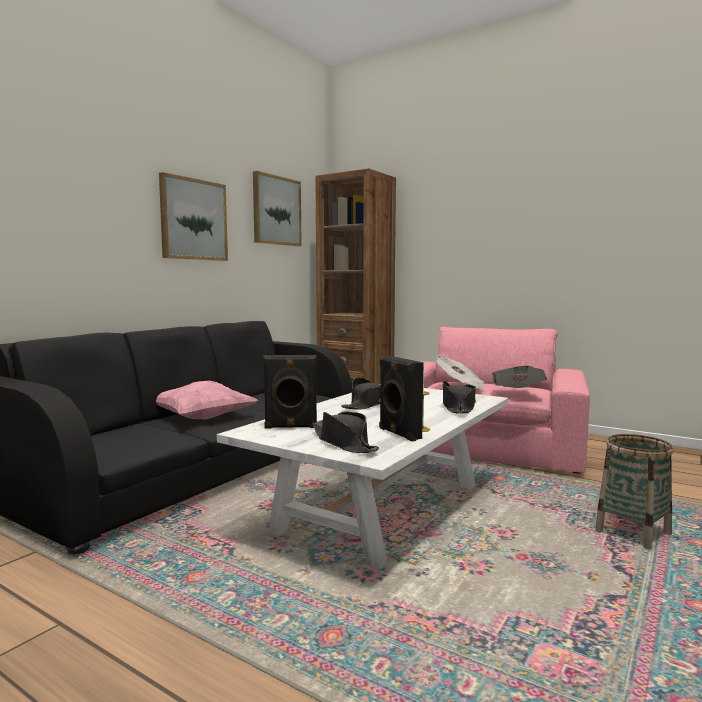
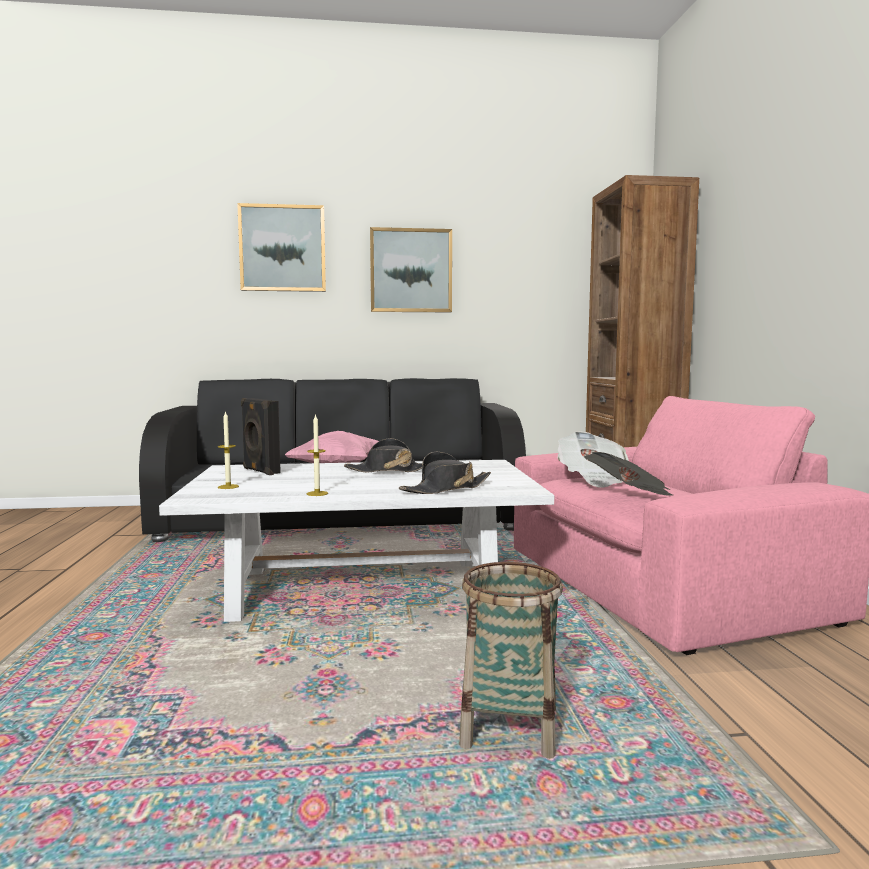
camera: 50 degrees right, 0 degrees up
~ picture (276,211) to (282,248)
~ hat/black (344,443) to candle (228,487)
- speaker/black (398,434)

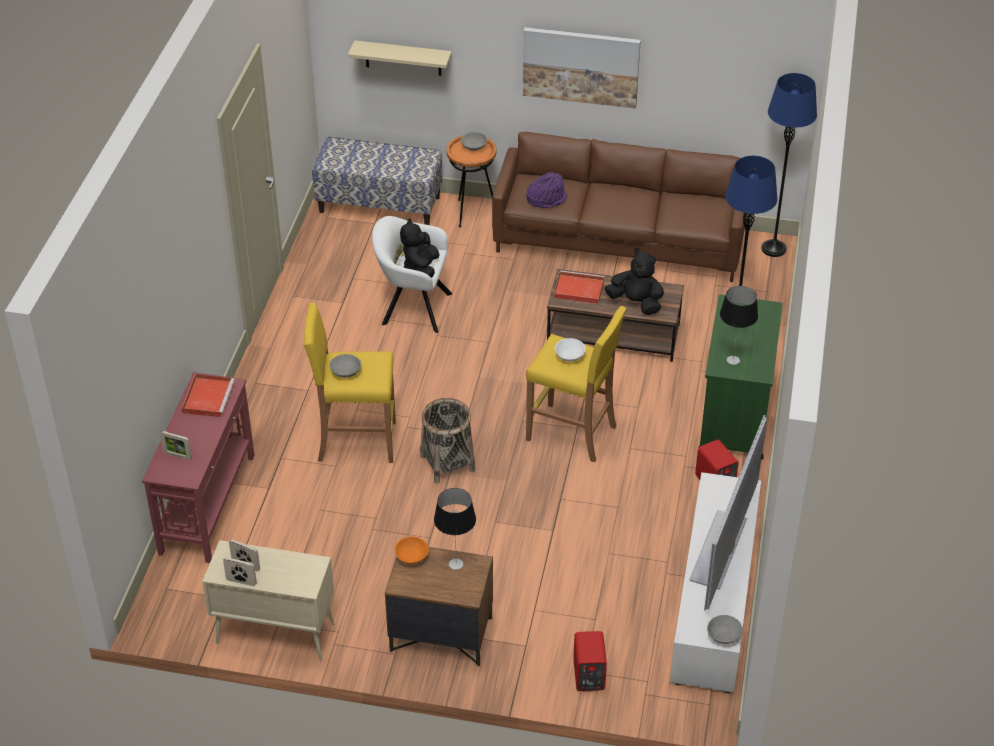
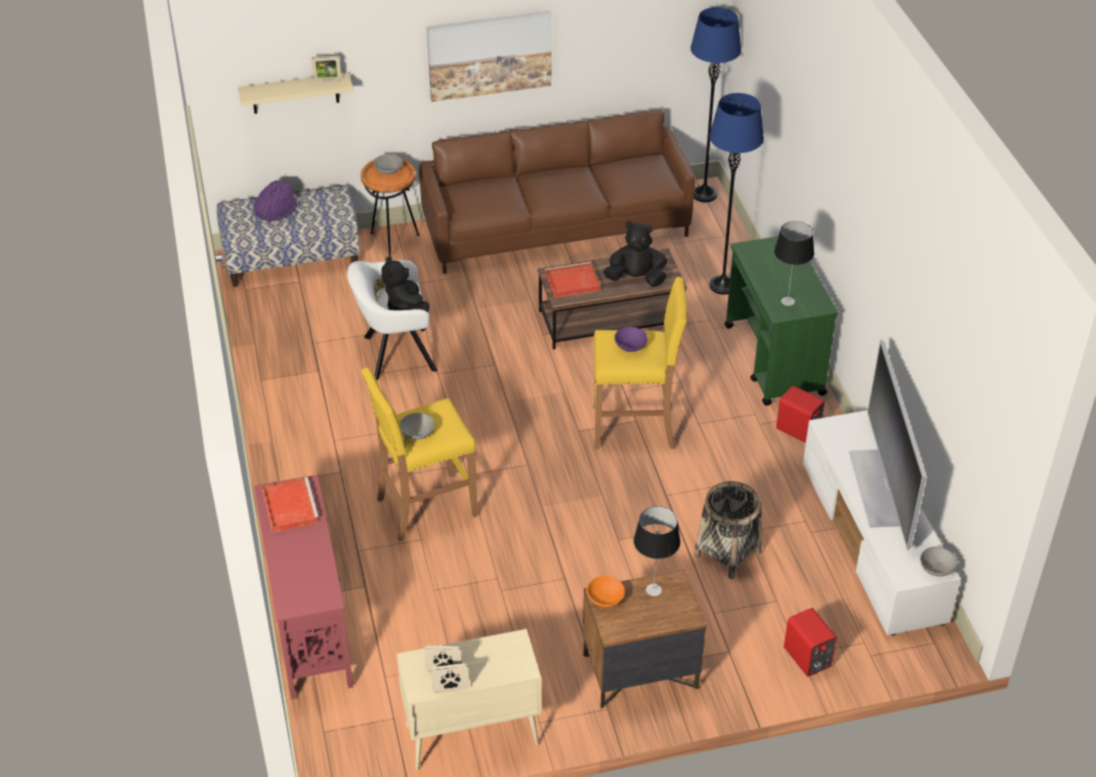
camera: 25 degrees left, 0 degrees up
~ picture frame (177,456) to (327,80)
~ basket (447,463) to (727,553)
~ hat/purple (546,199) to (276,210)
~ bowl/white (569,356) to bowl/purple (630,346)

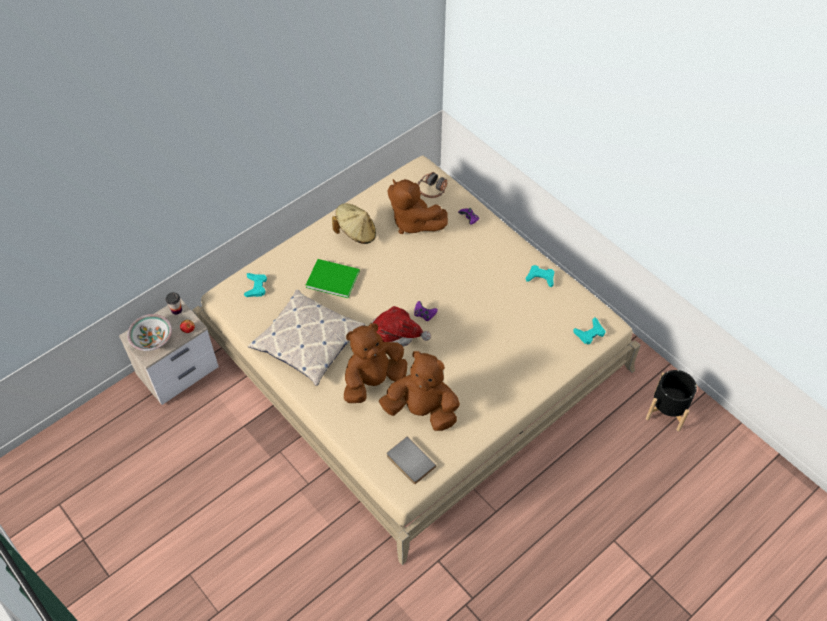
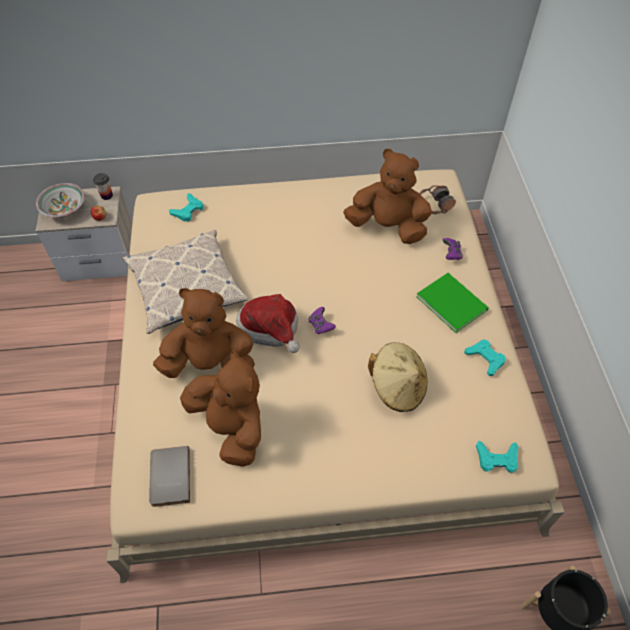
camera: 35 degrees right, 0 degrees up
~ book/green (332,278) to (451,301)
~ hat/beige (356,233) to (397,387)
~ plush toy/brown (413,222) = (388,227) 120 degrees clockwise

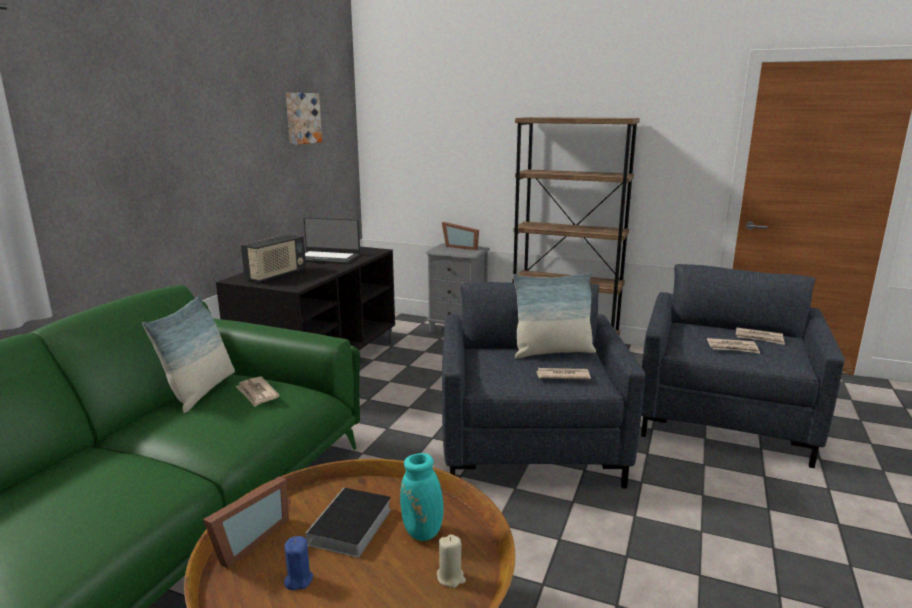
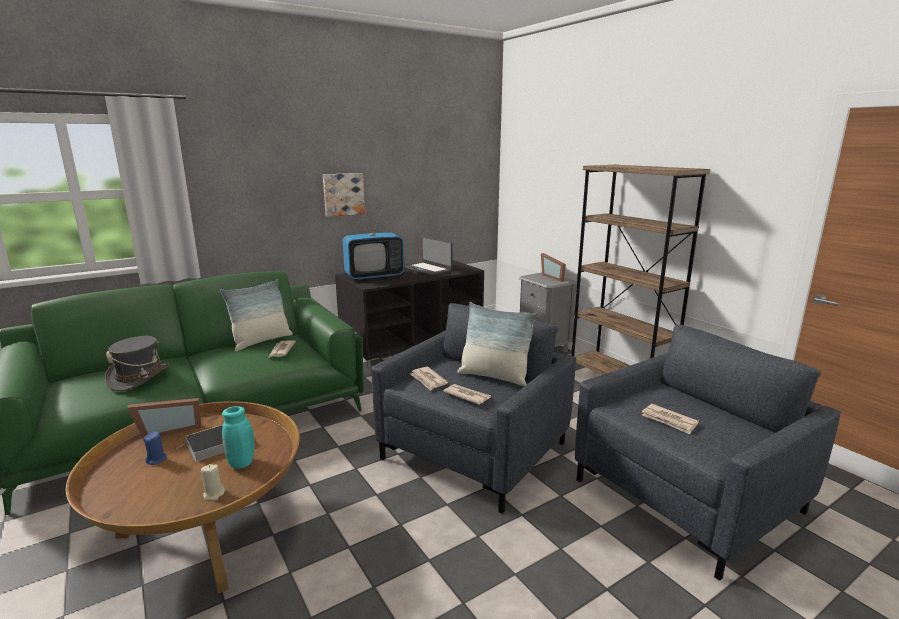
camera: 35 degrees right, 0 degrees up
~ radio (276,275) to television (374,276)
~ picture (302,118) to (343,194)
~ newspaper (759,338) to (428,380)
+ hat/grey (140,377)

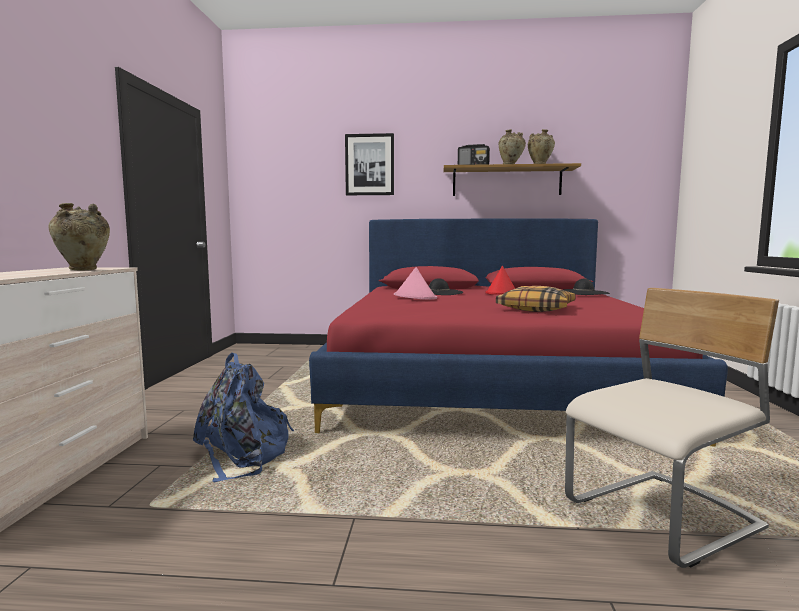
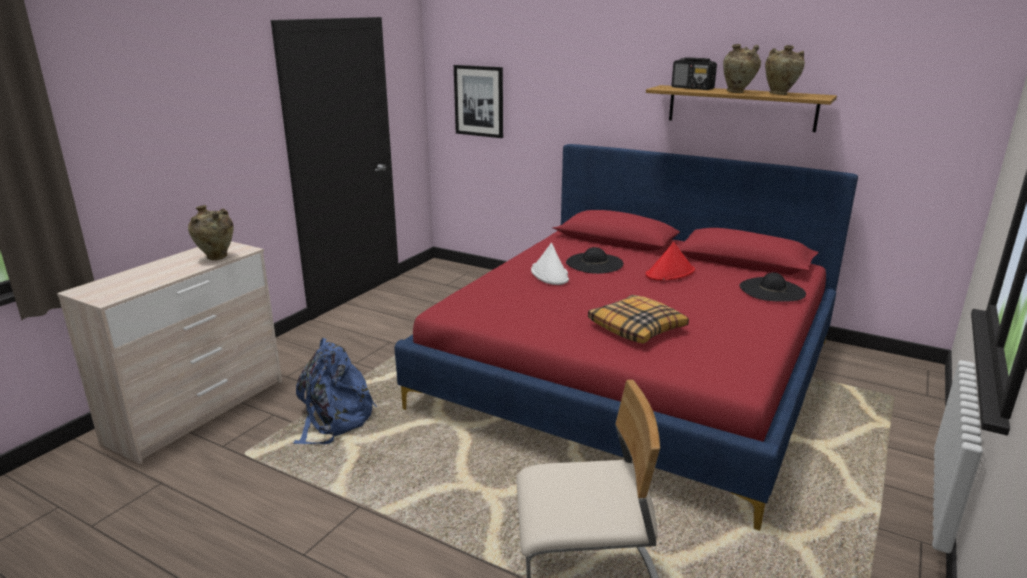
camera: 25 degrees right, 15 degrees up
~ picture (369,165) to (479,101)
~ hat/pink (415,297) to hat/white (550,274)

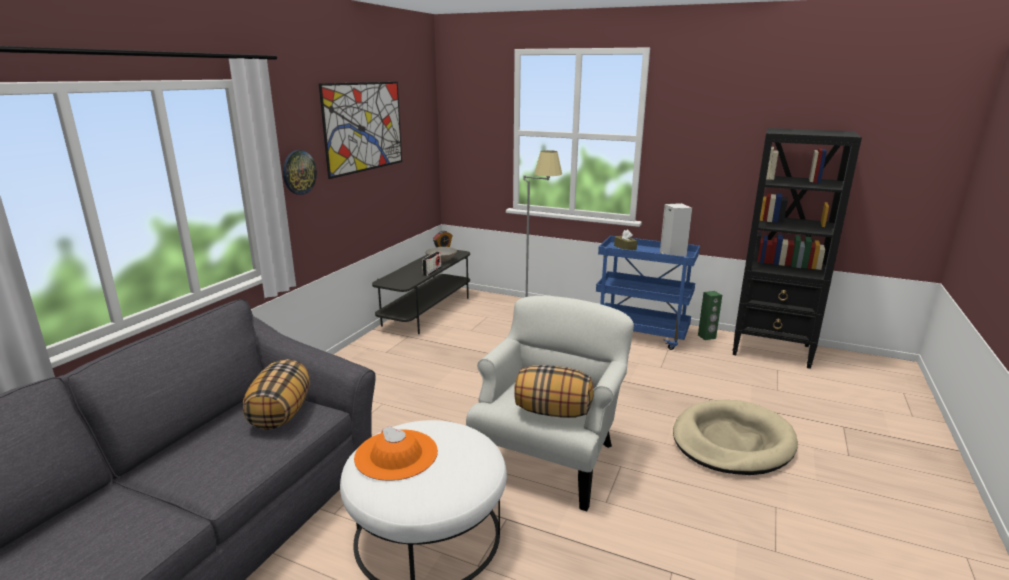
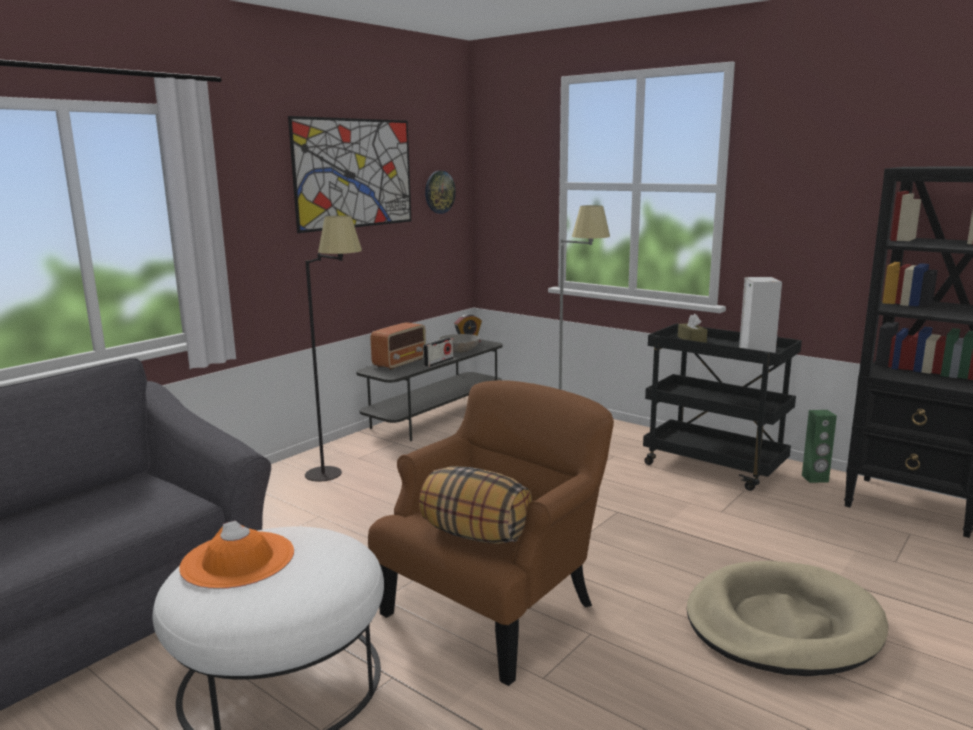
camera: 15 degrees right, 5 degrees down
- pillow (280,414)
~ wall clock (299,172) to (439,192)
~ armchair/white (549,457) to armchair/brown (495,608)
~ cart/blue (641,334) to cart/black (715,467)
+ floor lamp/black (340,472)
+ radio (400,363)

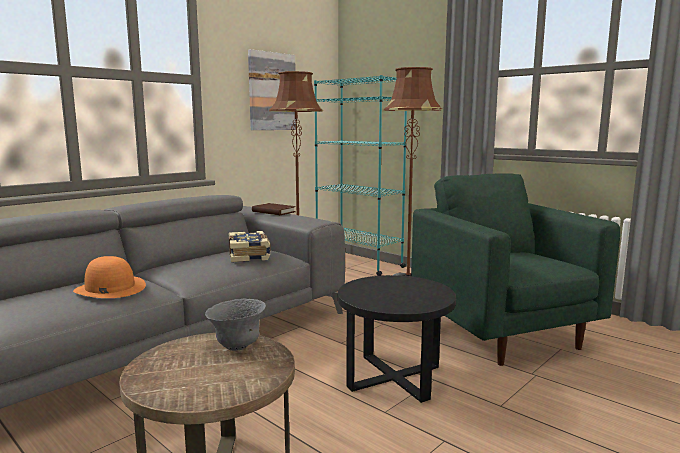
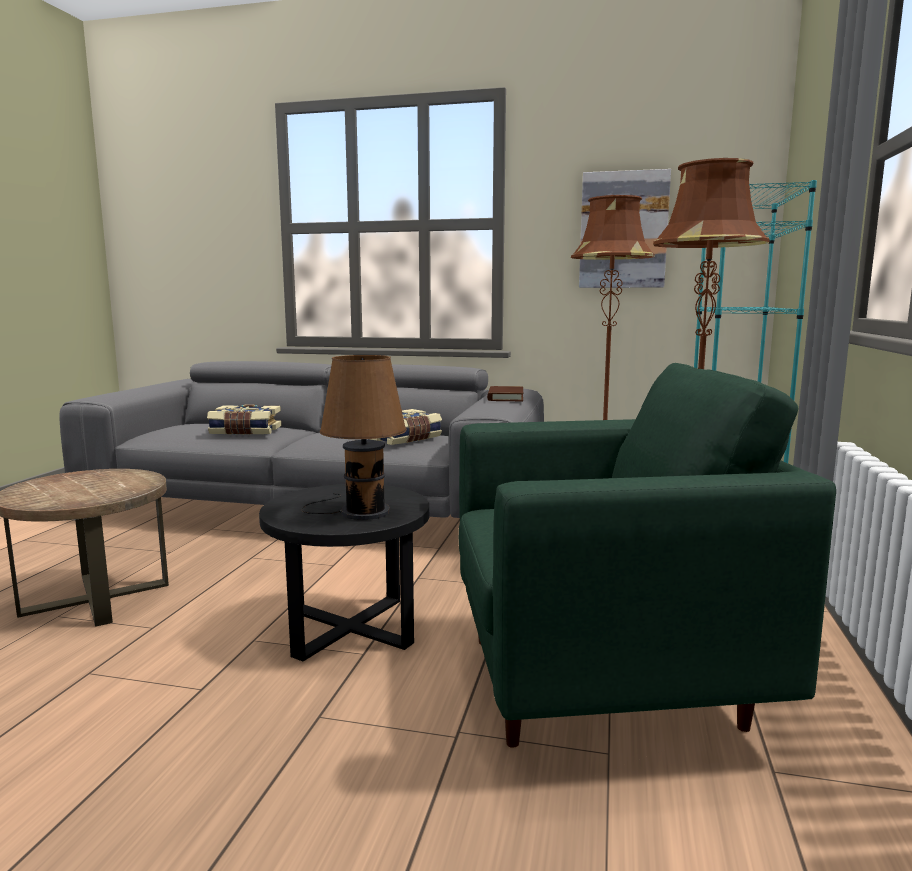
camera: 60 degrees right, 0 degrees up
~ hat/orange (110,288) to book (245,432)
- bowl/grey (237,346)
~ armchair/green (502,333) = (603,681) 45 degrees clockwise
+ table lamp/brown (360,511)

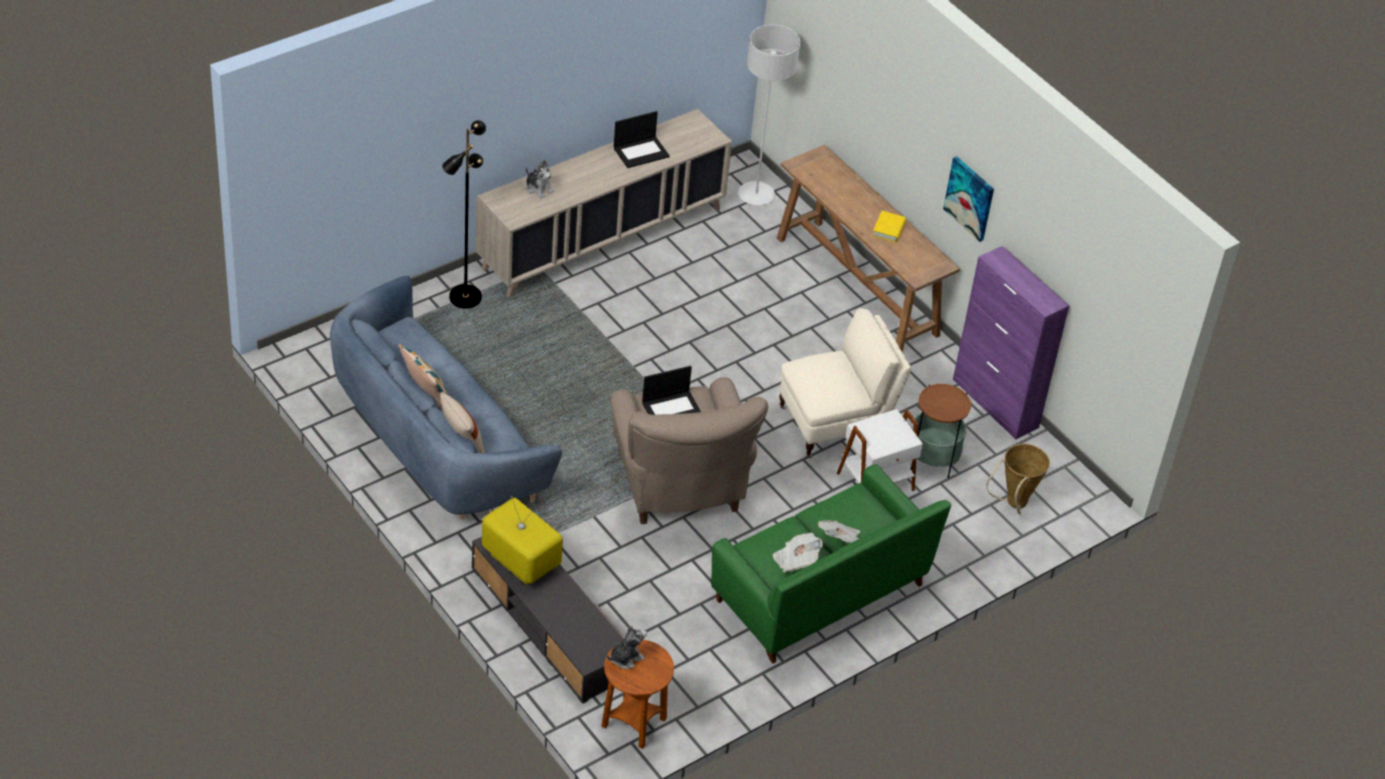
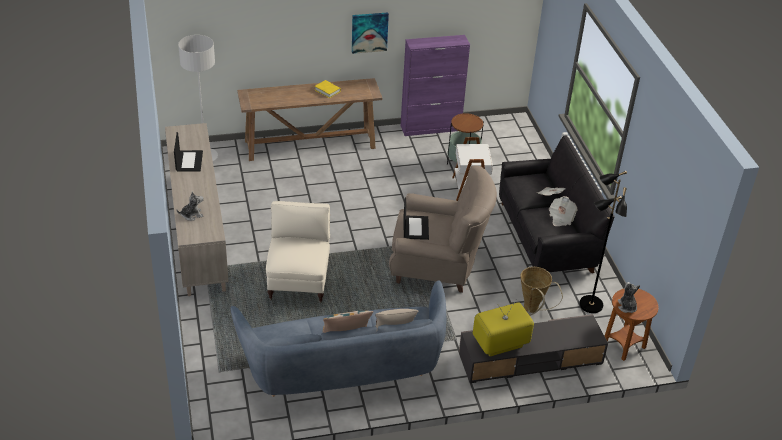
camera: 65 degrees left, 5 degrees down
~ floor lamp/black (464,297) to (590,305)
~ sofa/green (819,593) to sofa/black (546,237)
~ armchair/beige (836,424) to (299,280)
~ basket (1013,504) to (532,310)

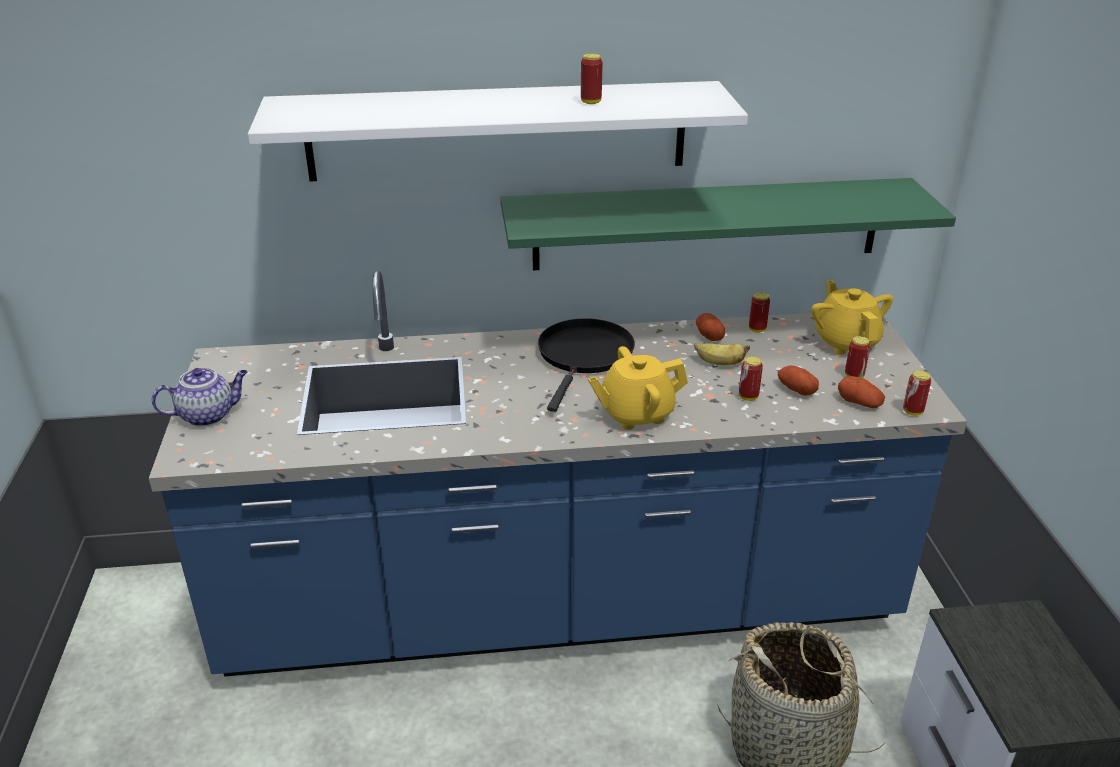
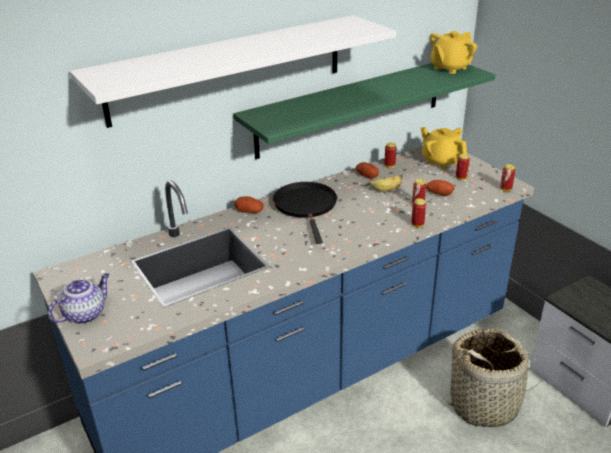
camera: 25 degrees left, 0 degrees up
~ can (591,102) to (417,225)
~ teapot/yellow (636,414) to (450,68)
~ potato (859,402) to (249,211)

